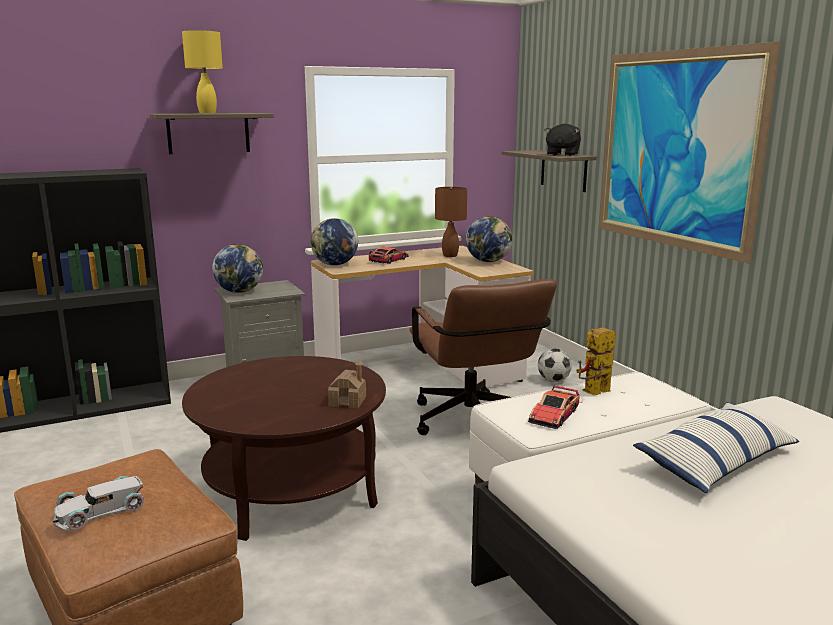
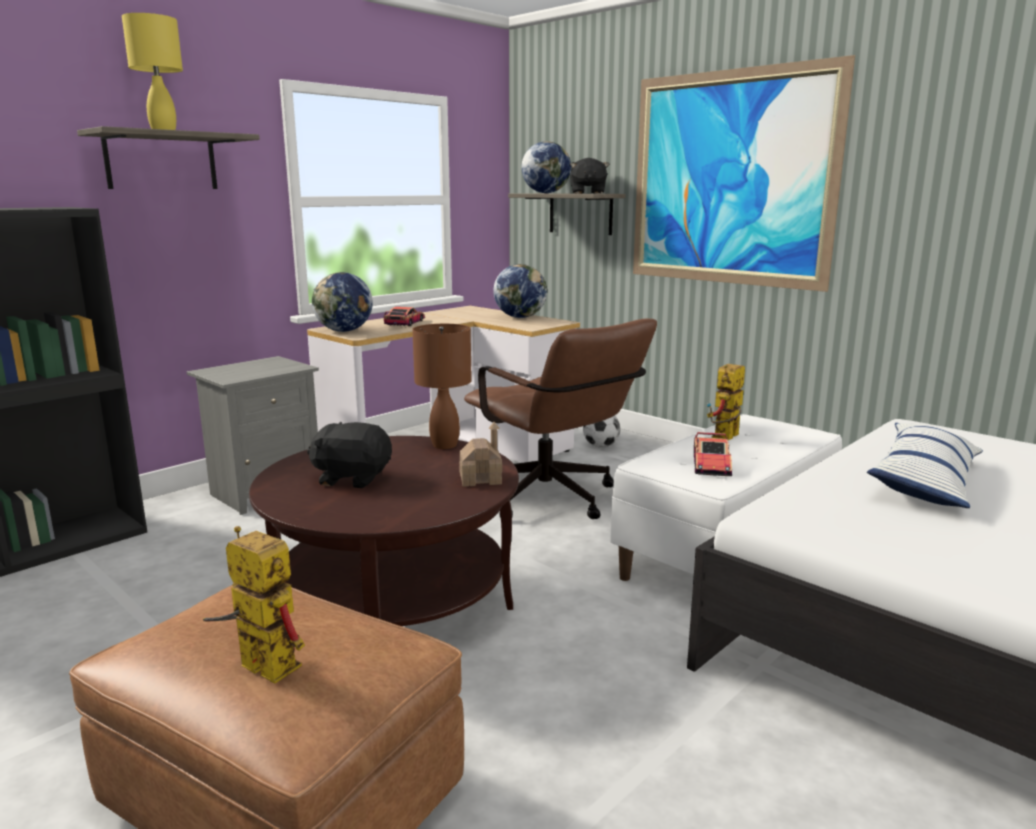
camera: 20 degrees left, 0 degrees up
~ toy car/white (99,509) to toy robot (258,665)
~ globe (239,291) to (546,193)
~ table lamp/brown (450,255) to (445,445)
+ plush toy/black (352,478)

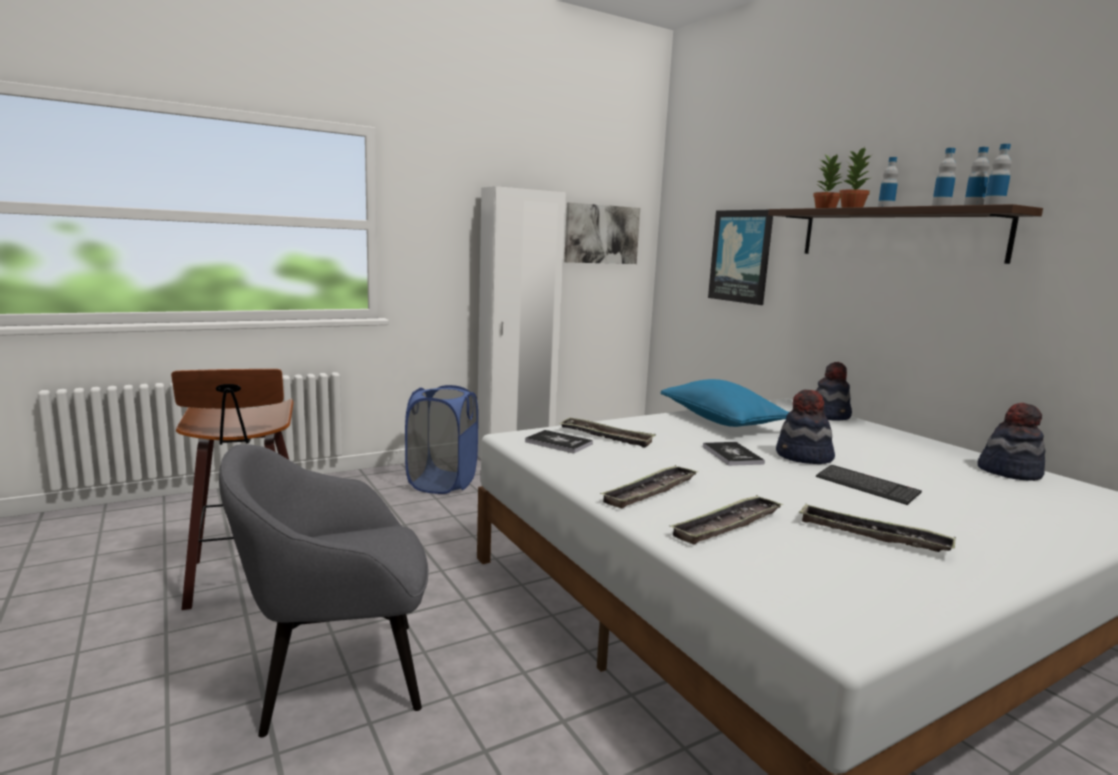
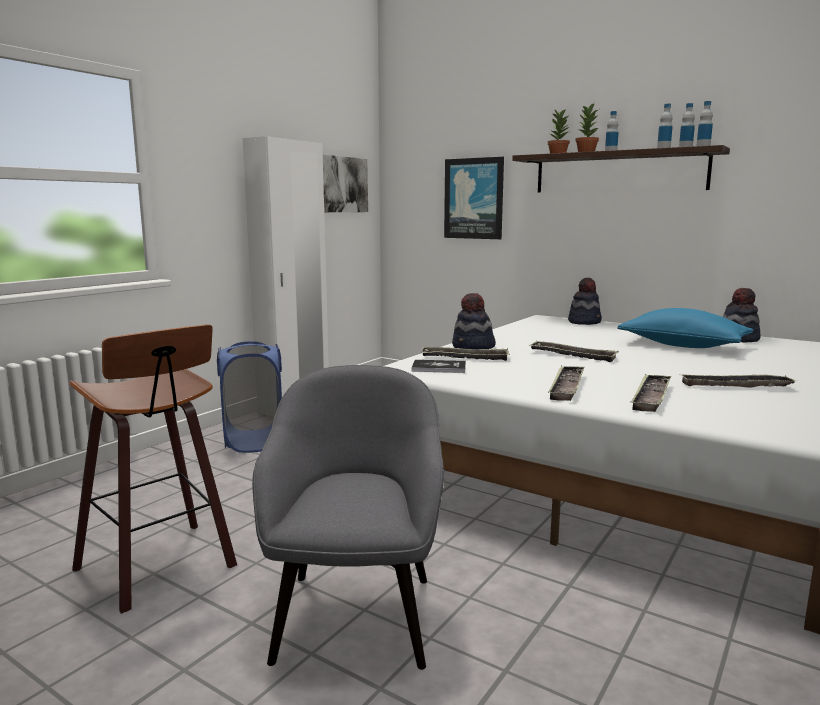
camera: 25 degrees left, 0 degrees up
~ armchair/grey (336,675) = (355,614) 135 degrees clockwise
~ pillow/blue (721,421) to (682,345)
~ book (732,455) to tray (572,355)
~ hat (803,457) to (473,347)
- keyboard (866,486)

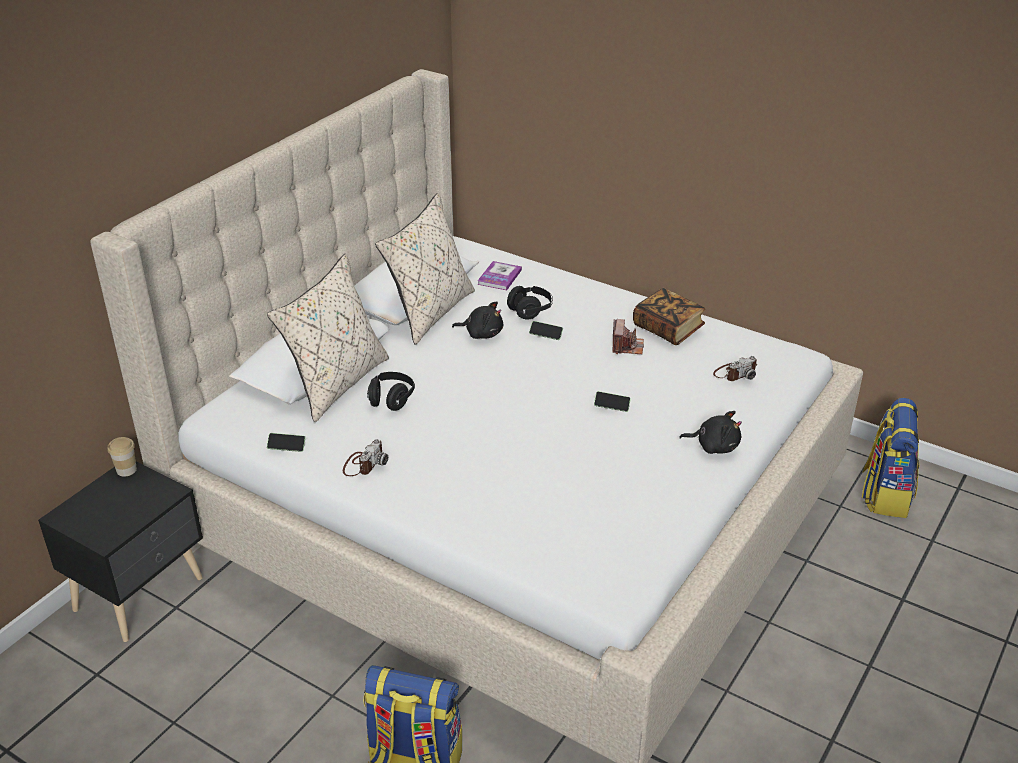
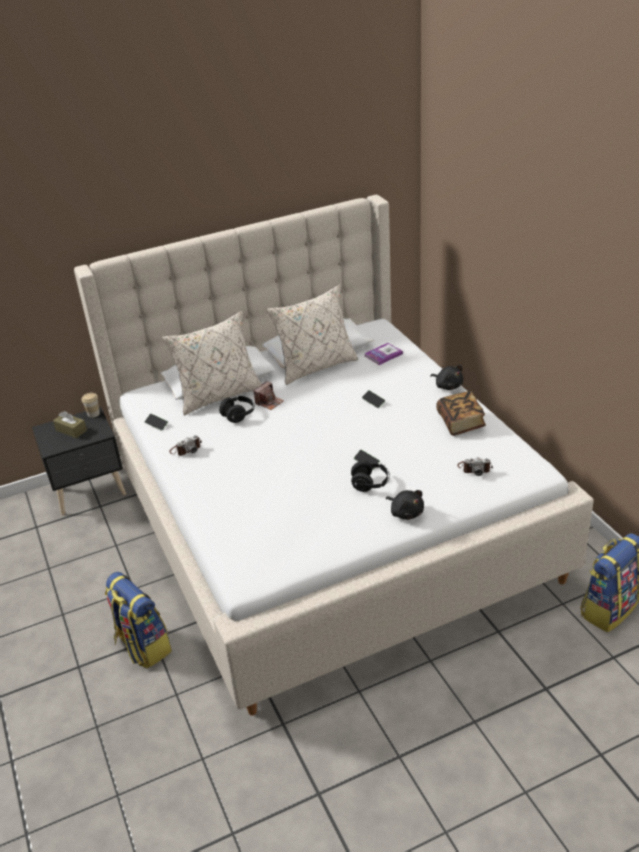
camera: 35 degrees right, 0 degrees up
~ plush toy/black (482,333) to (448,386)
~ headphones/black (530,311) to (370,484)
~ photo camera (627,346) to (269,402)
+ tissue box/brown (71,430)

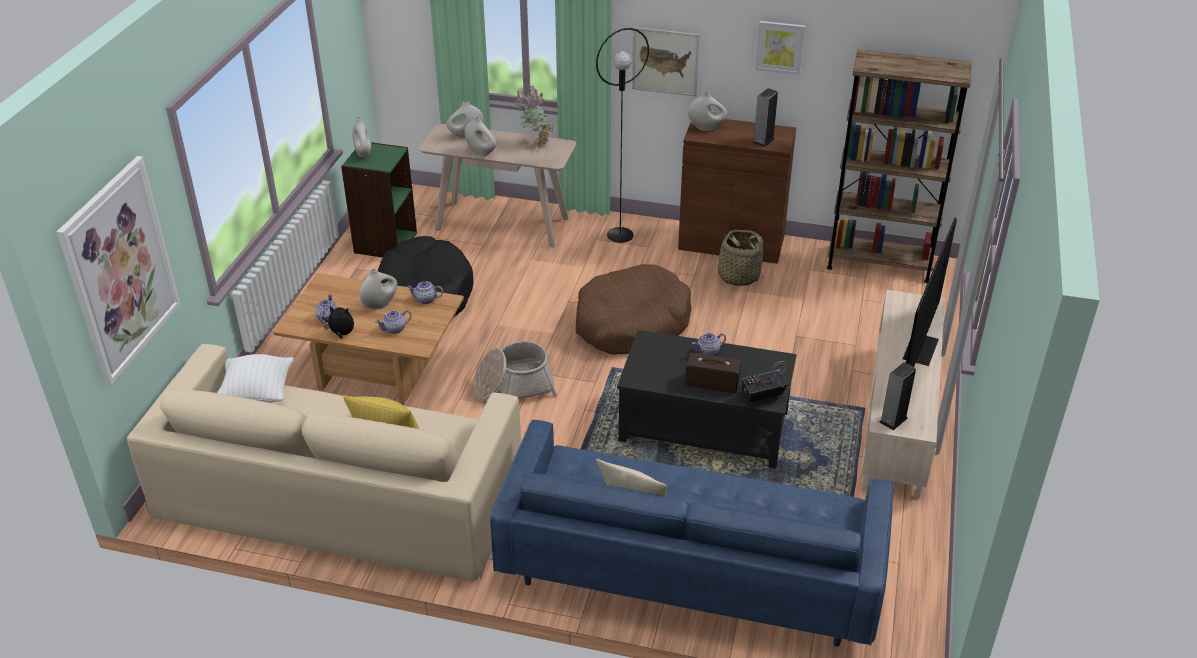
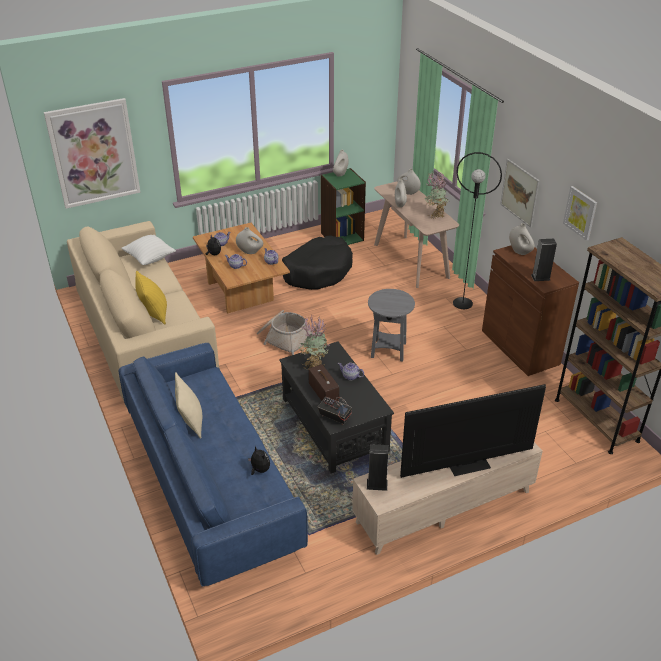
camera: 50 degrees right, 0 degrees up
~ dog bed/brown (631,323) to side table/grey (388,350)
- basket (738,276)
+ plush toy (259,470)
+ potted plant (314,364)

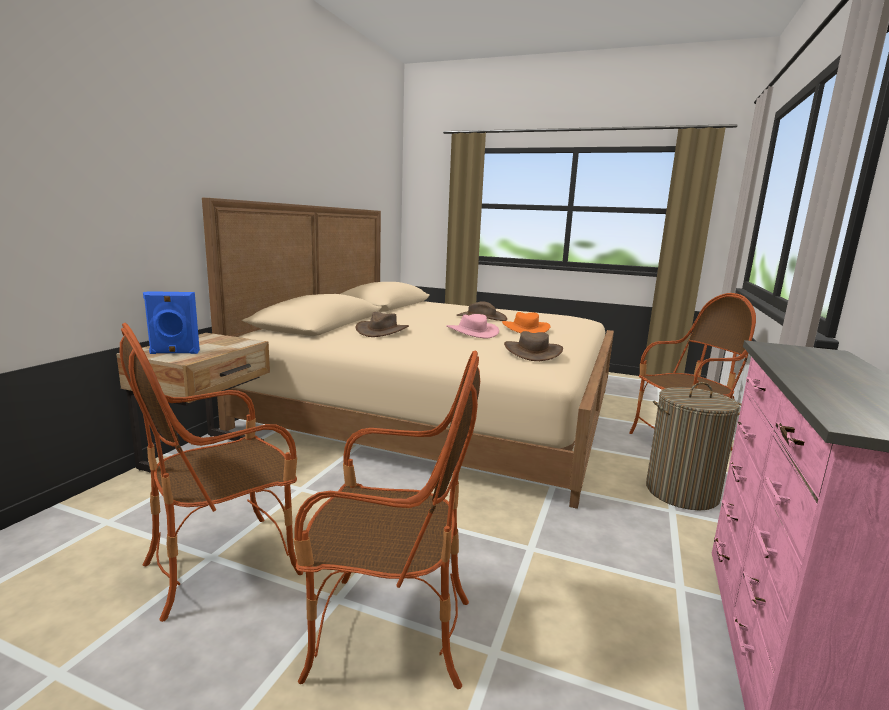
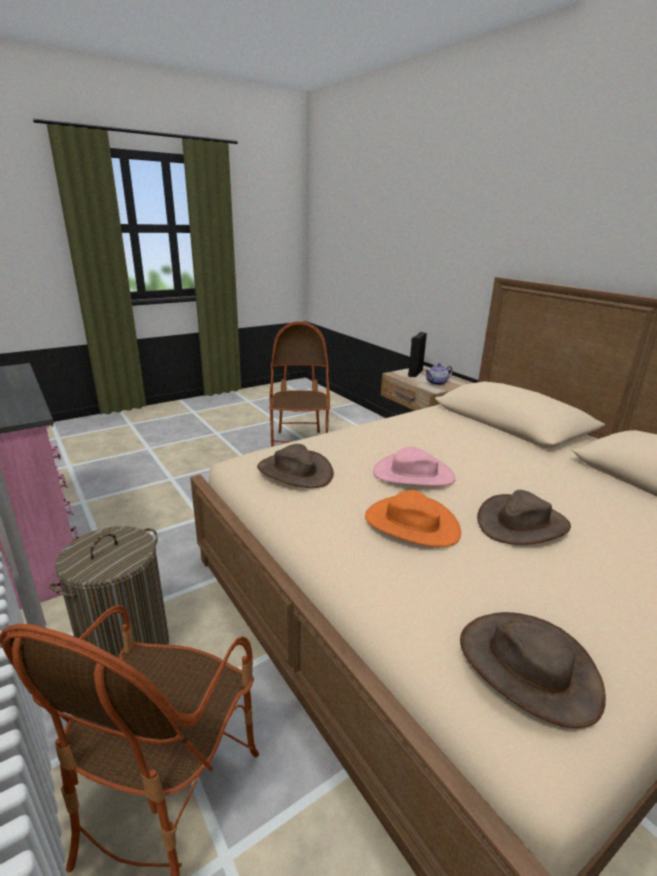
camera: 125 degrees right, 10 degrees up
~ speaker/blue (174,353) to speaker/black (414,373)
- armchair (388,633)
~ hat/brown (382,331) to (528,667)
+ teapot (437,383)

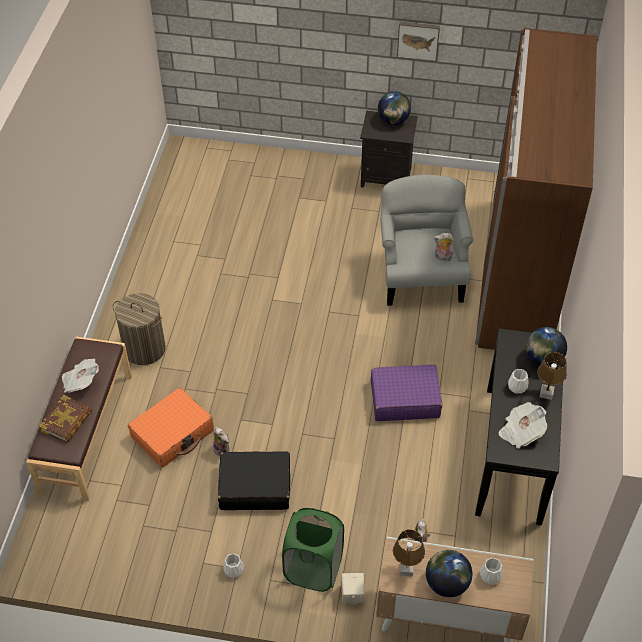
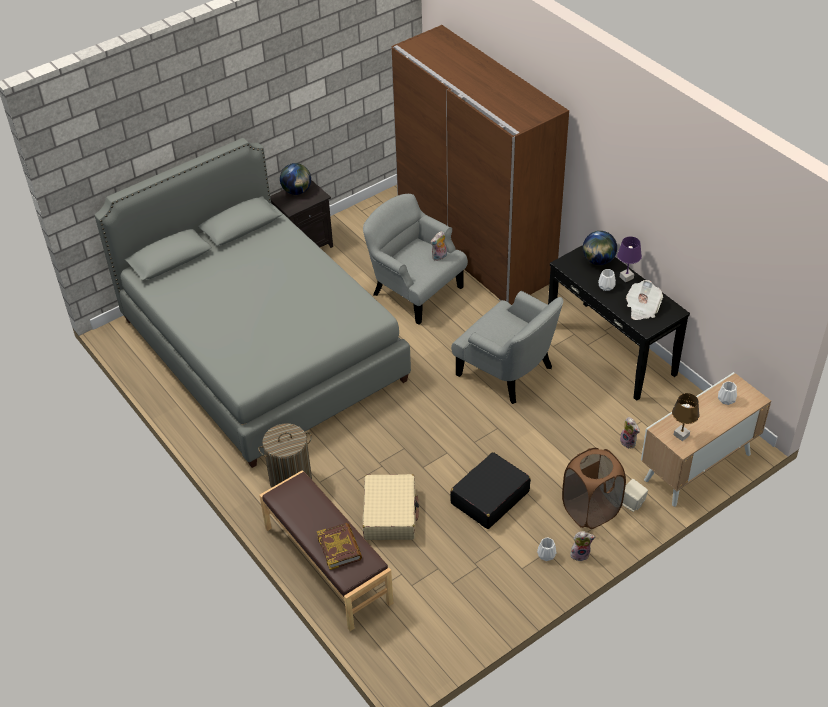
camera: 45 degrees left, 5 degrees down
- newspaper (80,382)
~ suitcase/orange (173,434) to suitcase/beige (390,514)
~ plush toy (223,450) to (580,554)
~ laundry basket/green (313,569) to laundry basket/brown (590,510)
~ suitcase/purple (404,399) to armchair/grey (507,370)
- picture (418,40)
- globe (446,583)
~ table lamp/brown (546,394) to table lamp/purple (626,278)
+ bed/grey (262,350)

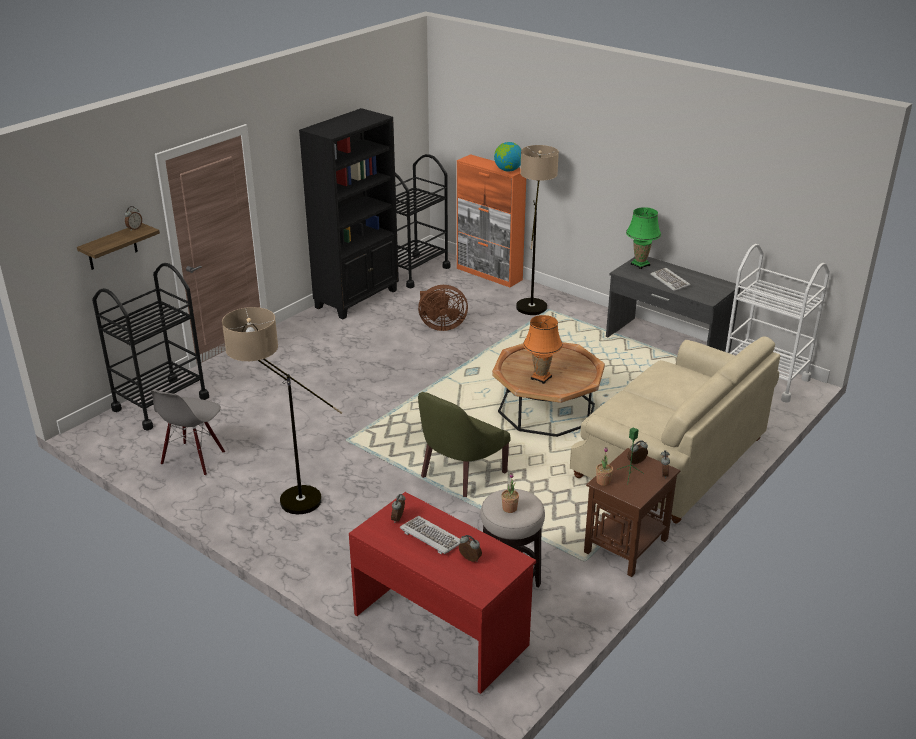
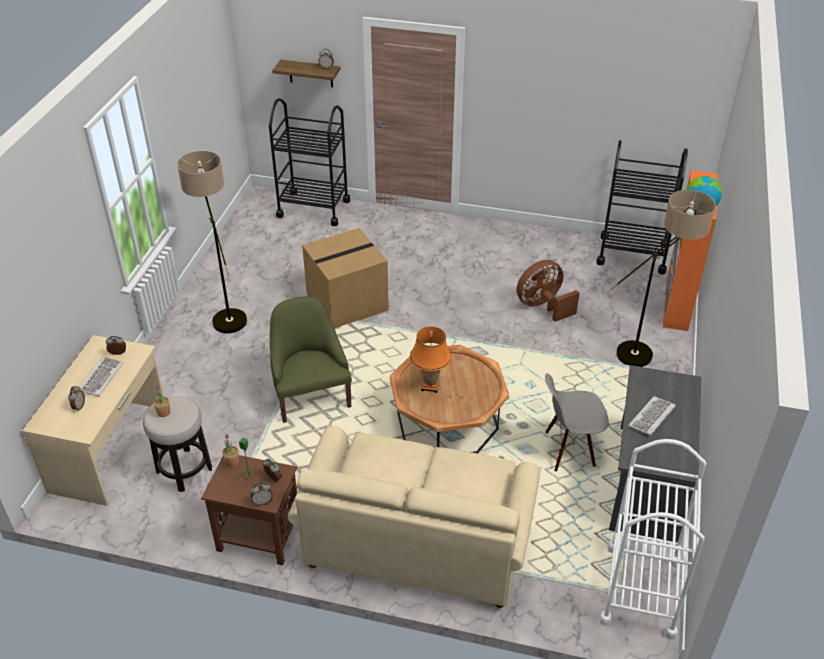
camera: 65 degrees right, 10 degrees up
~ chair/grey (193,459) to (569,450)
- bookcase/black (357,299)
~ desk/red (441,628) to desk/beige (111,448)
~ fan/brown (441,326) = (543,306) 90 degrees clockwise
~ armchair/green (459,474) = (310,395) 60 degrees clockwise
- table lamp/green (640,265)
+ cardboard box (347,301)

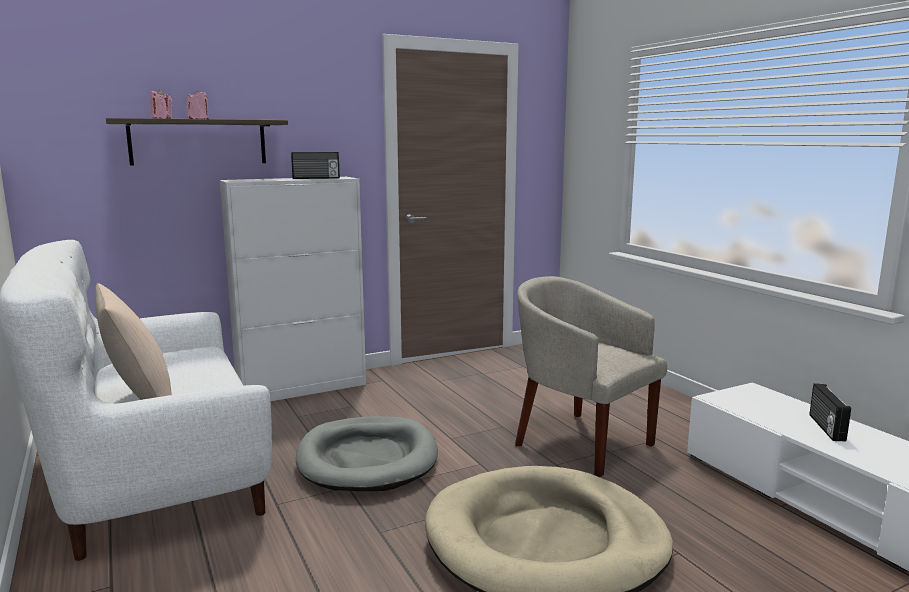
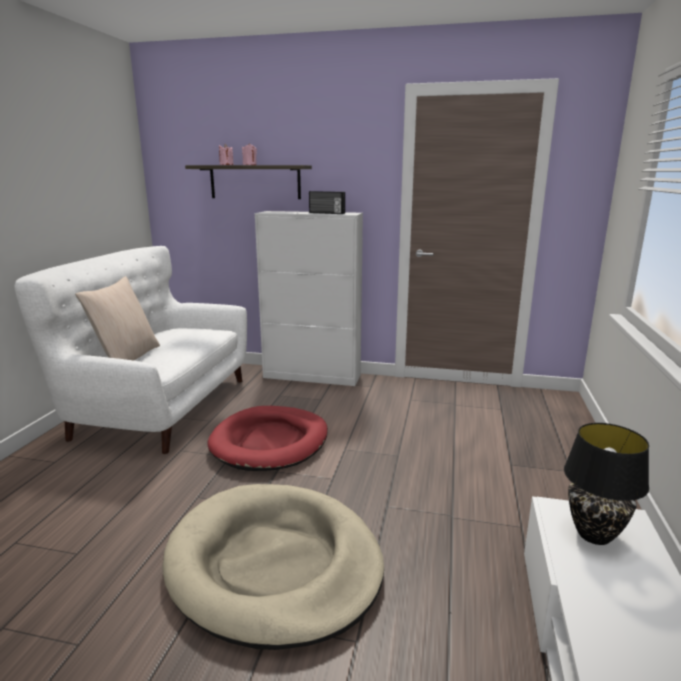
camera: 40 degrees right, 5 degrees up
~ dog bed/grey (367,459) to dog bed/red (270,442)
- armchair/beige (580,441)
- radio (825,427)
+ table lamp/black (595,535)

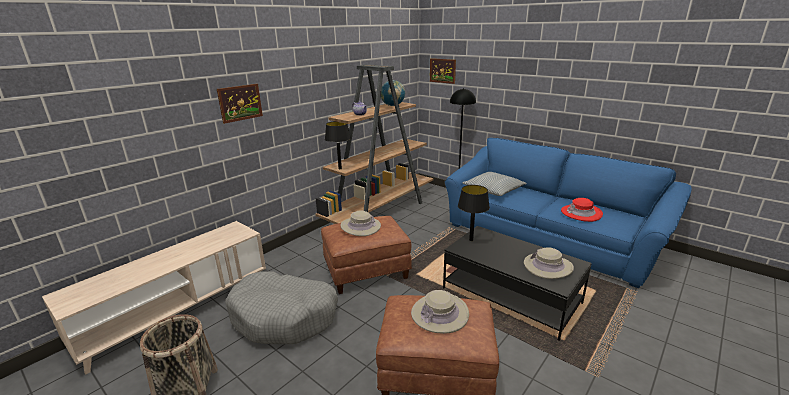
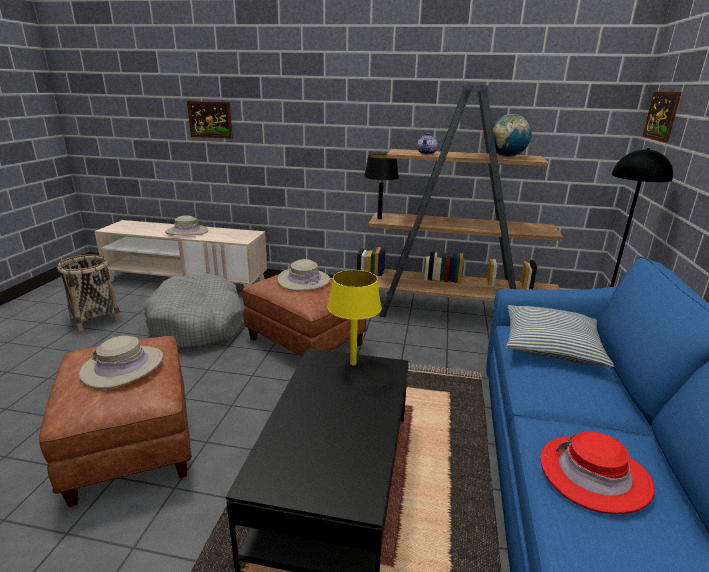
camera: 60 degrees right, 0 degrees up
~ picture (240,103) to (210,119)
~ table lamp/black (471,240) to table lamp/yellow (353,363)
~ hat/beige (548,266) to (186,232)

